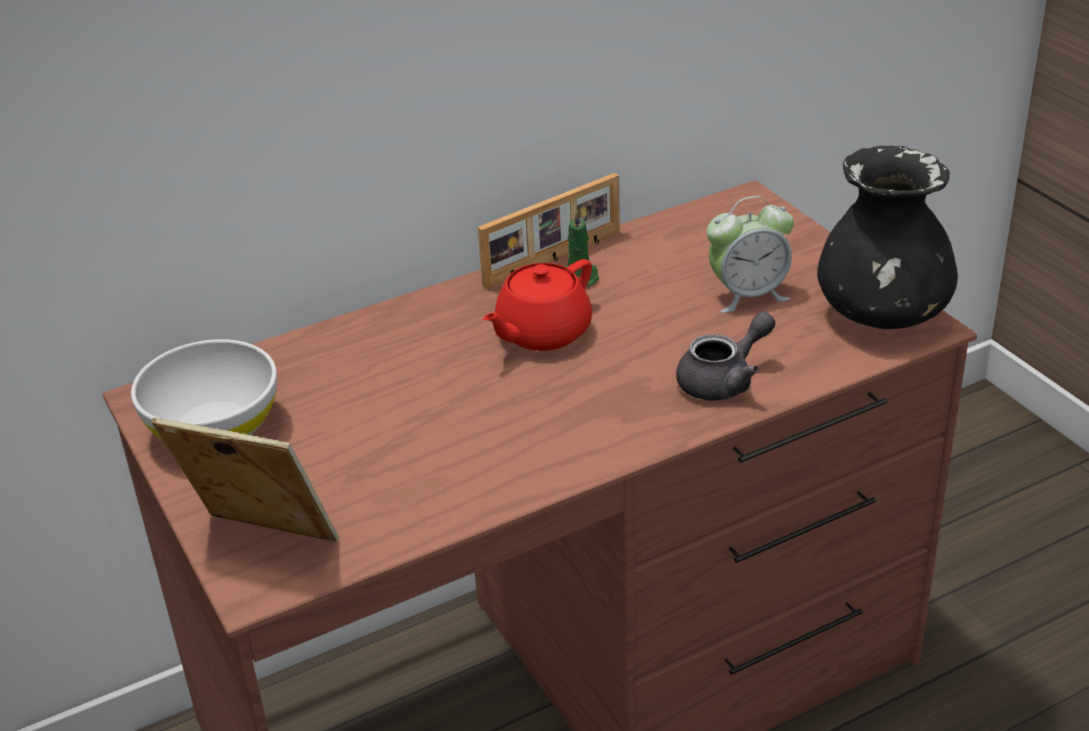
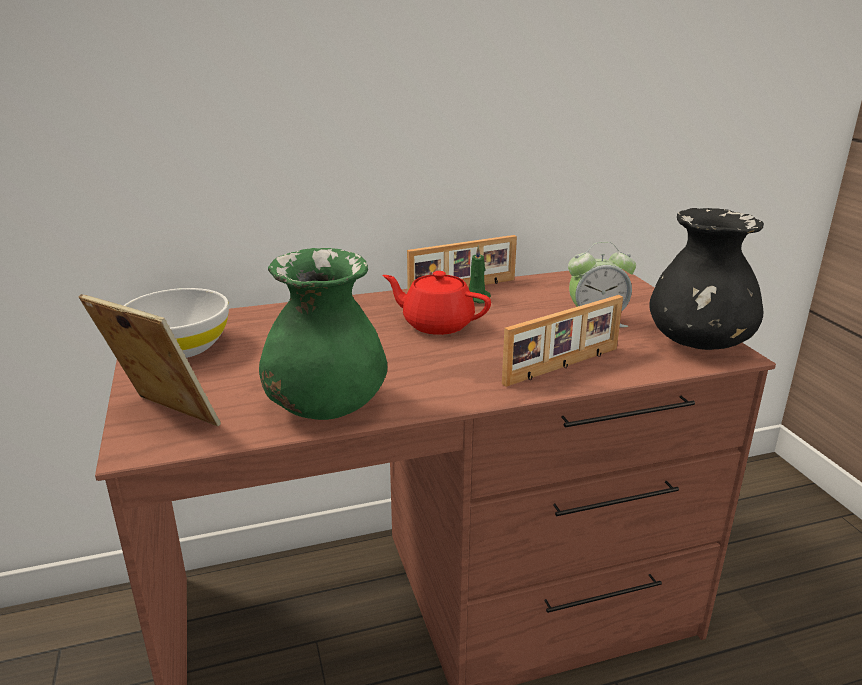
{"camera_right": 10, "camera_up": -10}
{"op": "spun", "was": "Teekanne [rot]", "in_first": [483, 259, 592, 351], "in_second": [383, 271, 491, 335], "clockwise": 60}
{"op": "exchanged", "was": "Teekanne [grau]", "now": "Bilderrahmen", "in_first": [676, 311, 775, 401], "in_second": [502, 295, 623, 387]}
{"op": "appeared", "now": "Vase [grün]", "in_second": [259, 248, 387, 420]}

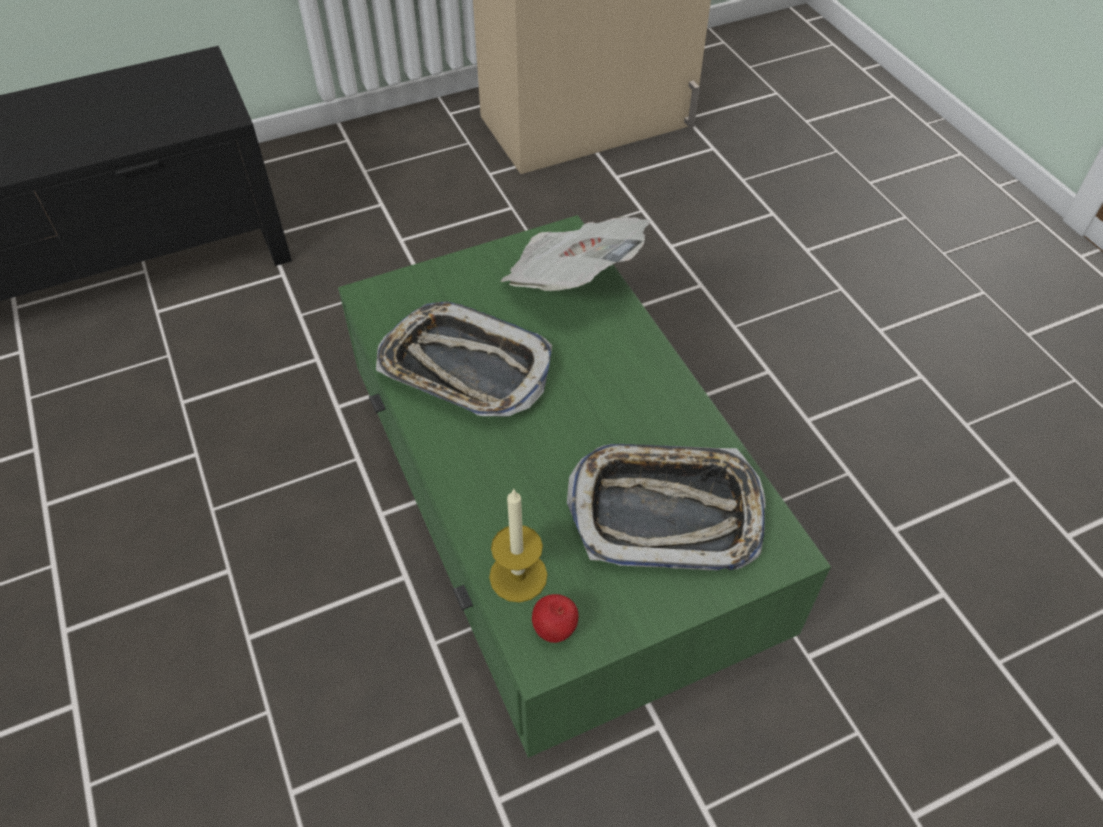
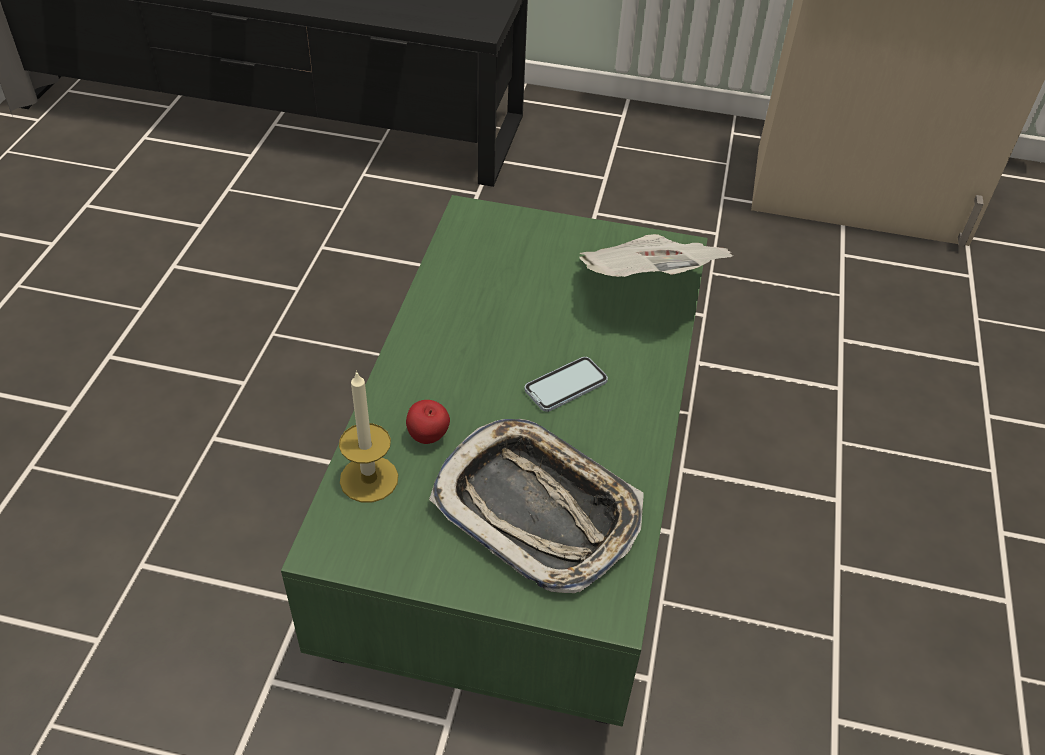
{"camera_right": 35, "camera_up": -5}
{"op": "missing", "was": "Tablett", "in_first": [376, 301, 552, 416]}
{"op": "relocated", "was": "Apfel", "in_first": [532, 594, 578, 643], "in_second": [406, 400, 450, 444]}
{"op": "appeared", "now": "Handy", "in_second": [524, 357, 608, 412]}

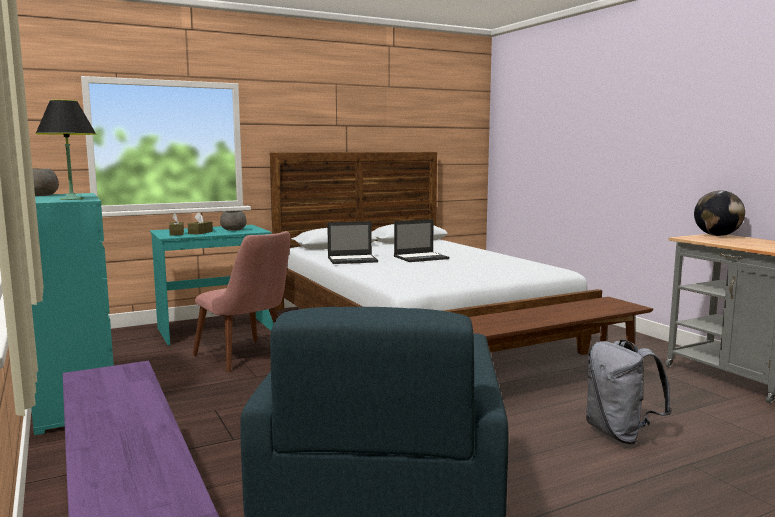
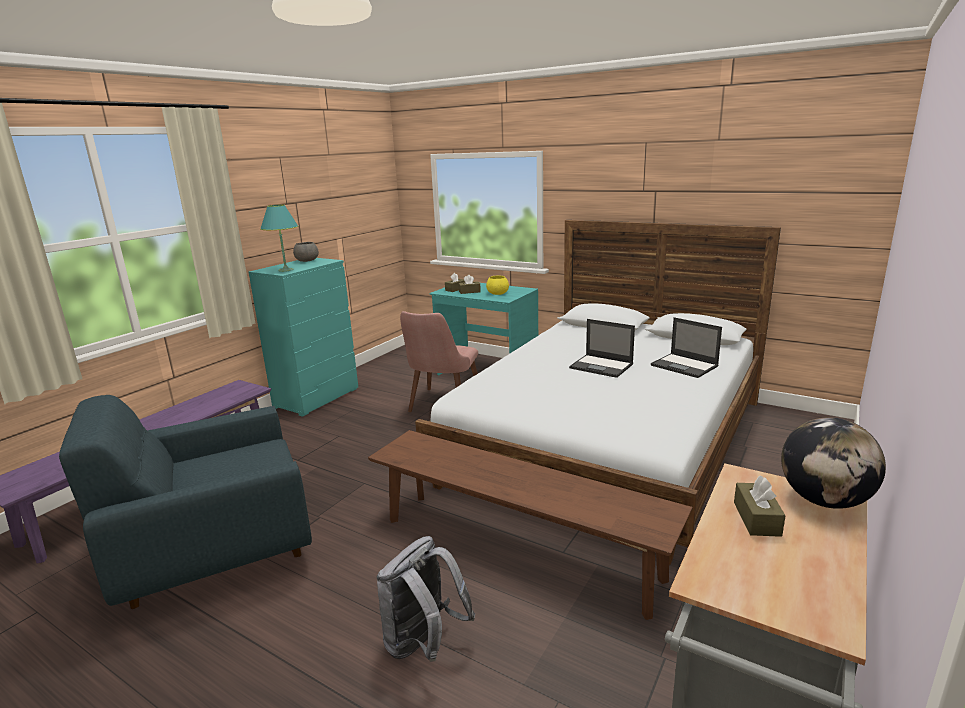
{"camera_right": 60, "camera_up": 10}
{"op": "colour", "was": "Tischlampe [schwarz]", "now": "Tischlampe [türkis]", "in_first": [35, 100, 97, 200], "in_second": [260, 204, 298, 272]}
{"op": "colour", "was": "Schüssel [grau]", "now": "Schüssel [gelb]", "in_first": [220, 211, 247, 231], "in_second": [486, 276, 509, 295]}
{"op": "relocated", "was": "Laptop", "in_first": [327, 221, 378, 264], "in_second": [651, 317, 722, 378]}
{"op": "appeared", "now": "Taschentuchbox [braun]", "in_second": [734, 475, 786, 537]}

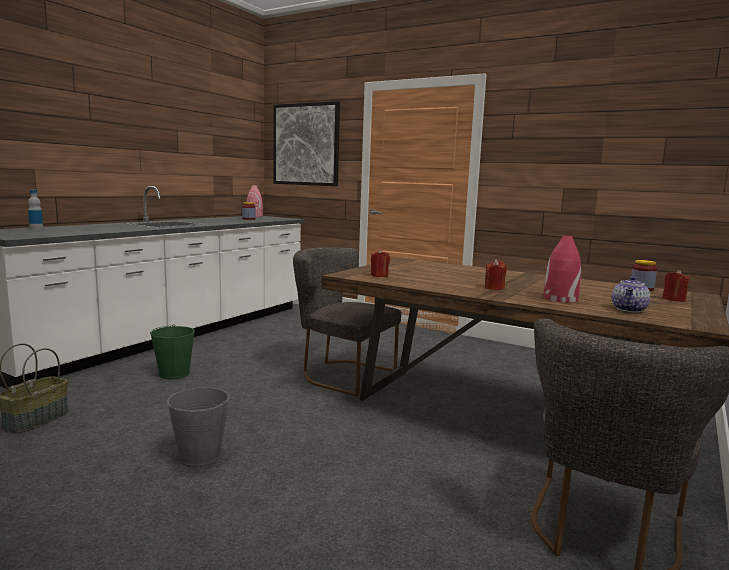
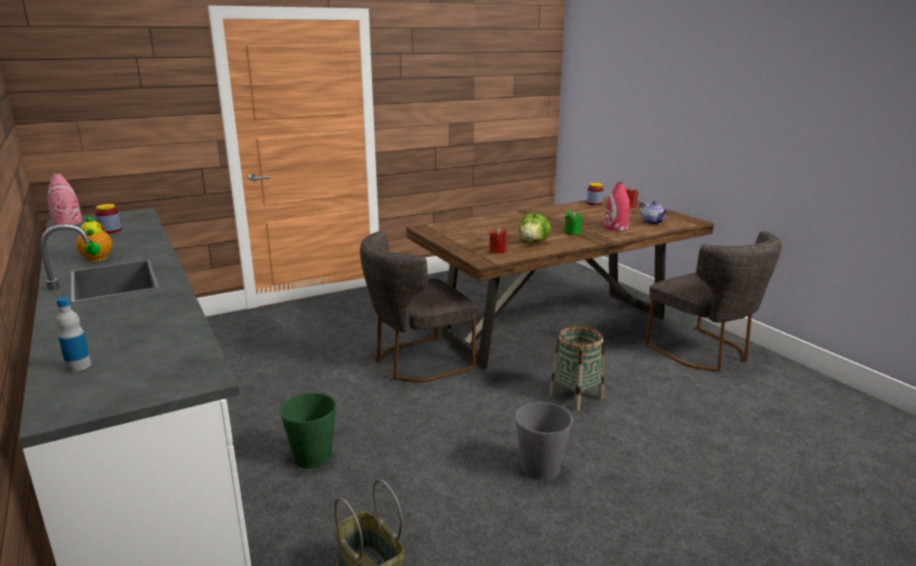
{"camera_right": -60, "camera_up": 10}
{"op": "missing", "was": "Bild", "in_first": [273, 101, 340, 186]}
{"op": "colour", "was": "Kerze [rot]", "now": "Kerze [grün]", "in_first": [485, 259, 507, 290], "in_second": [565, 211, 582, 235]}
{"op": "appeared", "now": "Salatkopf", "in_second": [519, 213, 551, 243]}
{"op": "appeared", "now": "Teekanne", "in_second": [76, 216, 112, 262]}
{"op": "appeared", "now": "Korb", "in_second": [549, 326, 604, 411]}

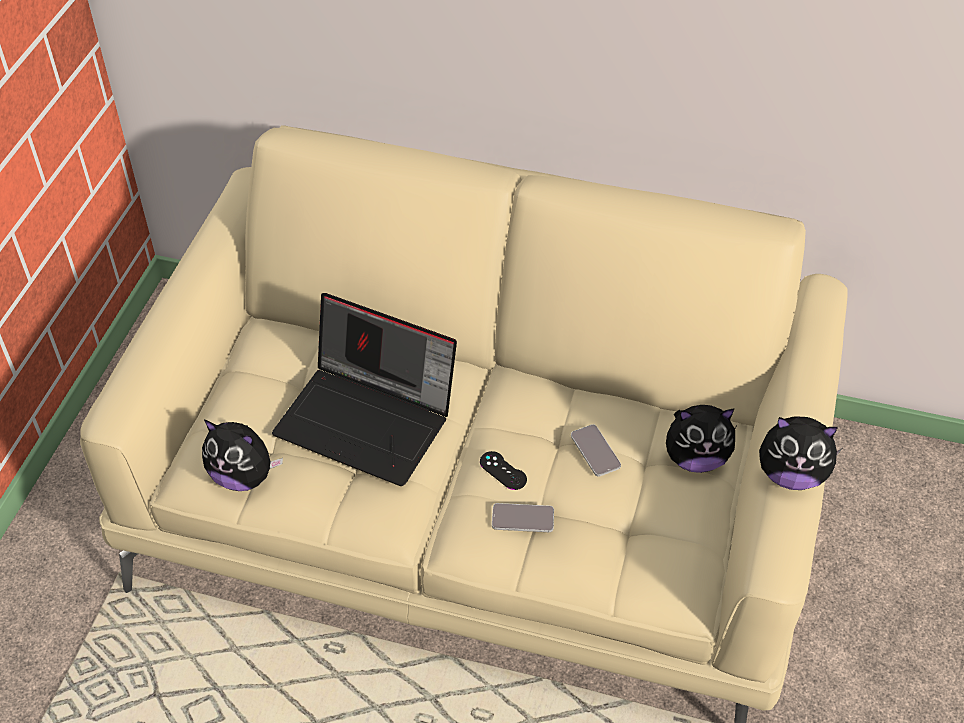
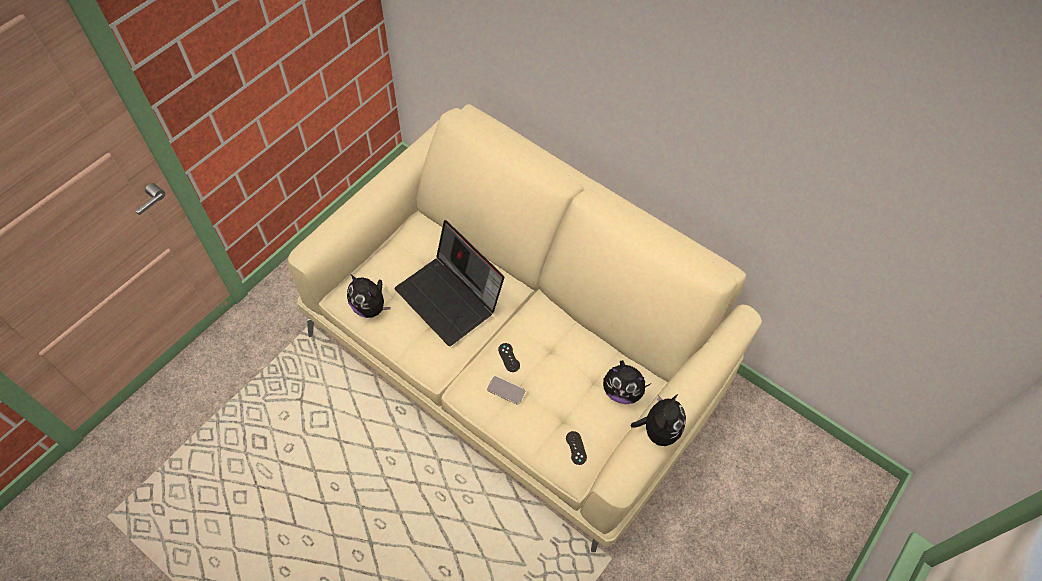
{"camera_right": 20, "camera_up": 10}
{"op": "spun", "was": "Plüschtier", "in_first": [759, 416, 842, 490], "in_second": [631, 394, 686, 446], "clockwise": -105}
{"op": "missing", "was": "Handy", "in_first": [571, 424, 621, 476]}
{"op": "appeared", "now": "Gamepad [schwarz]", "in_second": [566, 431, 587, 465]}

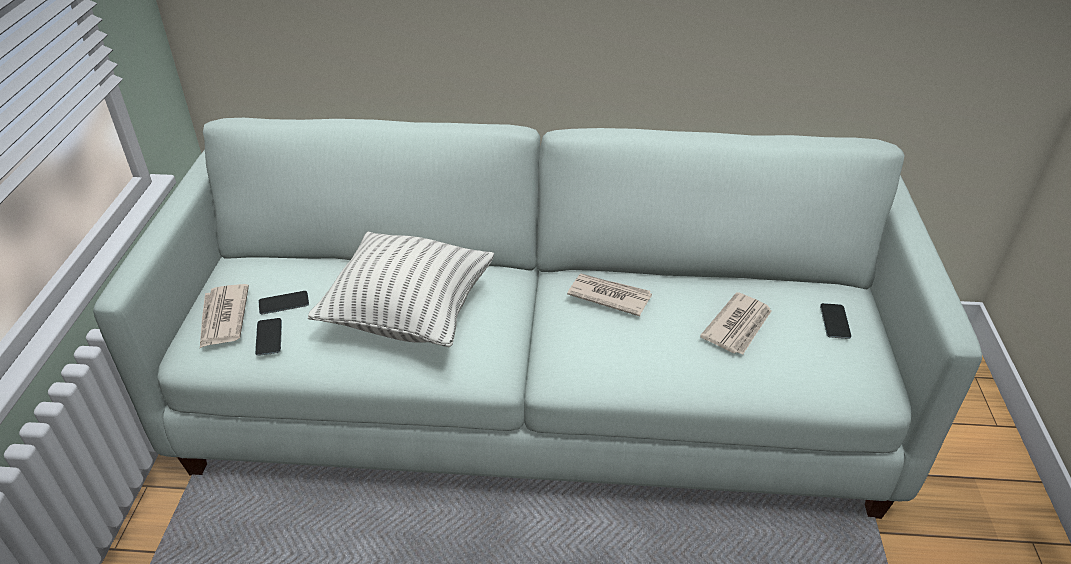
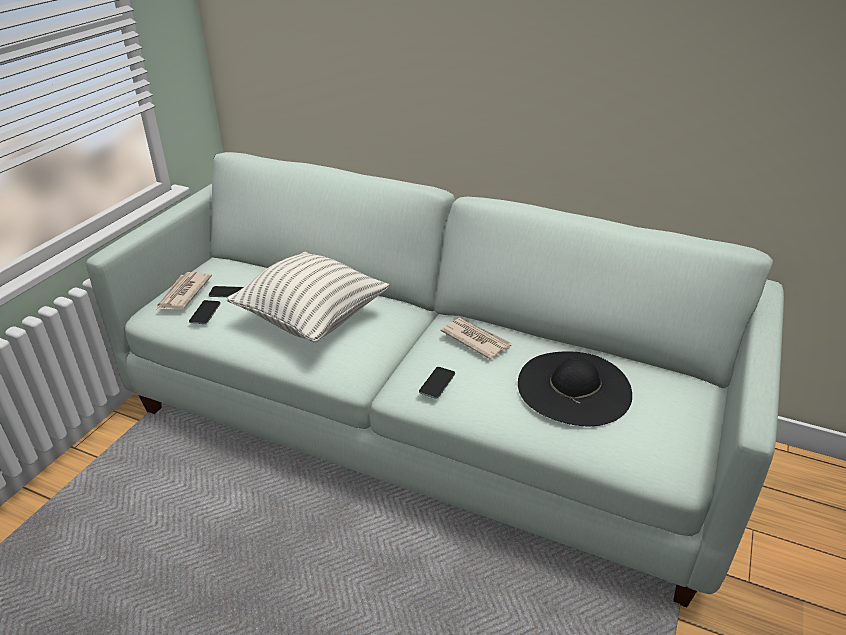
{"camera_right": 20, "camera_up": -5}
{"op": "exchanged", "was": "Zeitung", "now": "Hut [schwarz]", "in_first": [700, 292, 772, 355], "in_second": [518, 351, 632, 426]}
{"op": "relocated", "was": "Handy", "in_first": [820, 303, 852, 339], "in_second": [419, 367, 455, 399]}

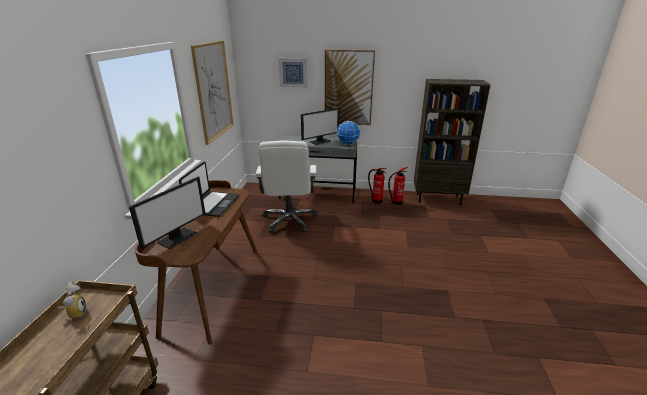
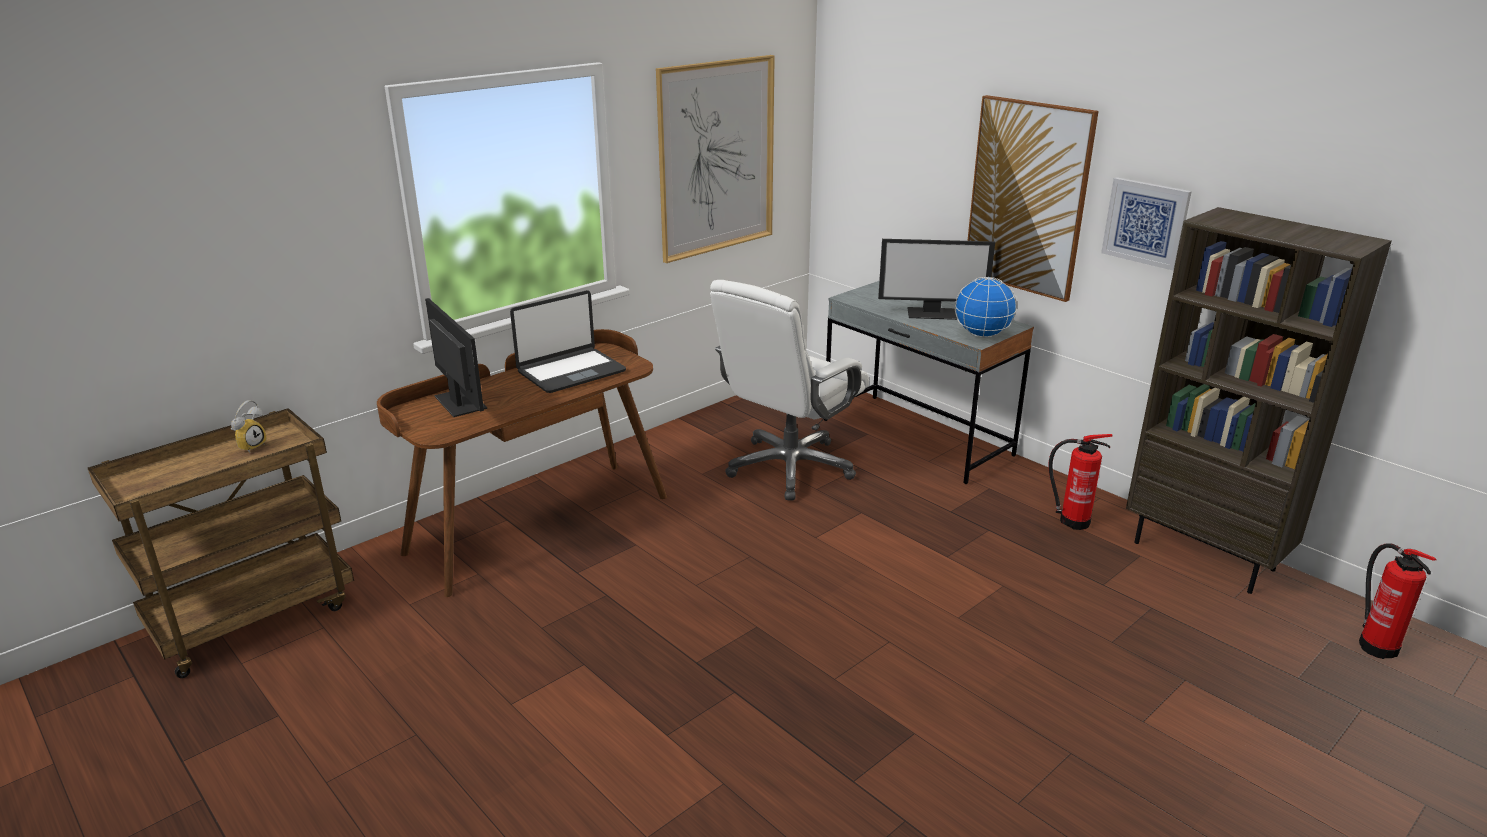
{"camera_right": 40, "camera_up": 0}
{"op": "relocated", "was": "Bild", "in_first": [279, 58, 307, 88], "in_second": [1101, 177, 1192, 270]}
{"op": "relocated", "was": "Feuerlöscher", "in_first": [368, 168, 387, 204], "in_second": [1359, 543, 1436, 659]}
{"op": "spun", "was": "Monitor", "in_first": [129, 177, 206, 249], "in_second": [425, 298, 487, 417], "clockwise": -105}

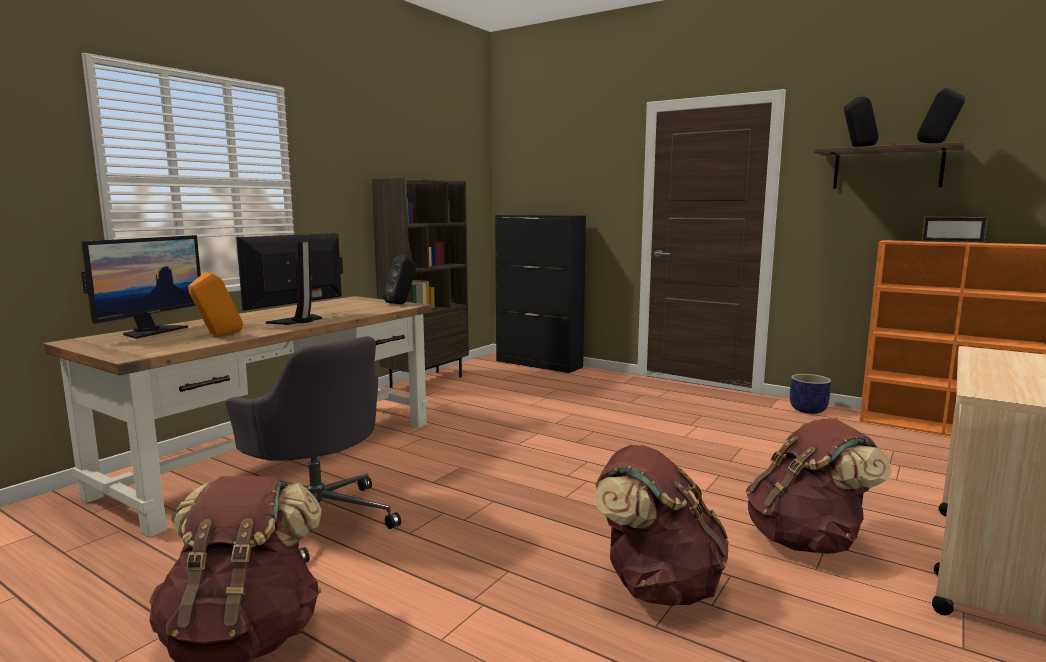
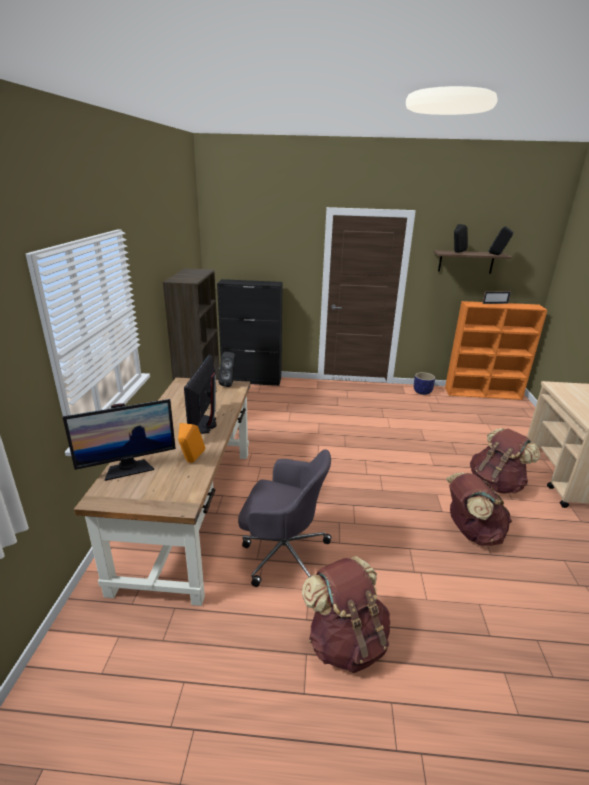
{"camera_right": -30, "camera_up": 15}
{"op": "spun", "was": "Monitor", "in_first": [81, 235, 201, 339], "in_second": [63, 399, 176, 481], "clockwise": 75}

